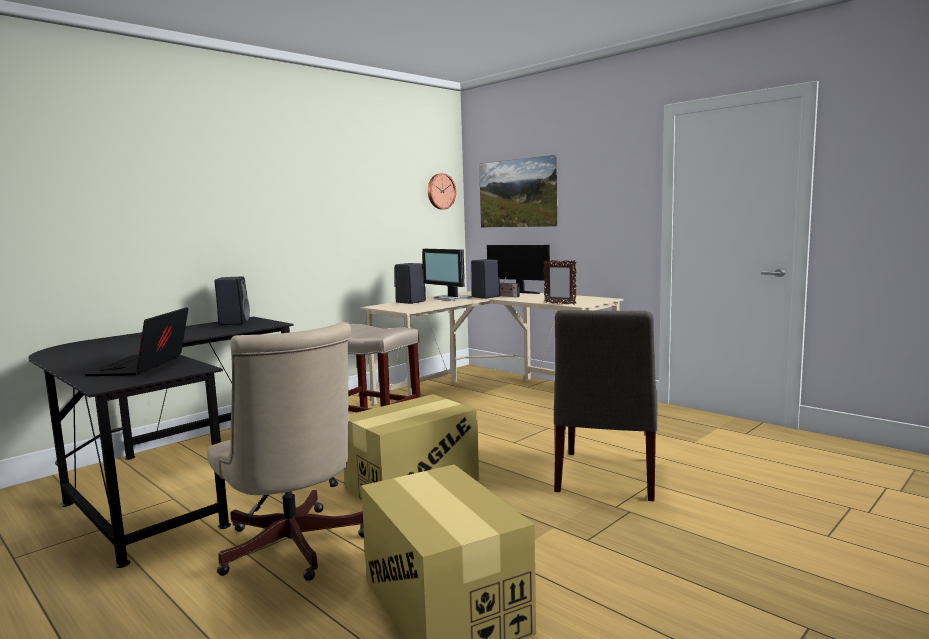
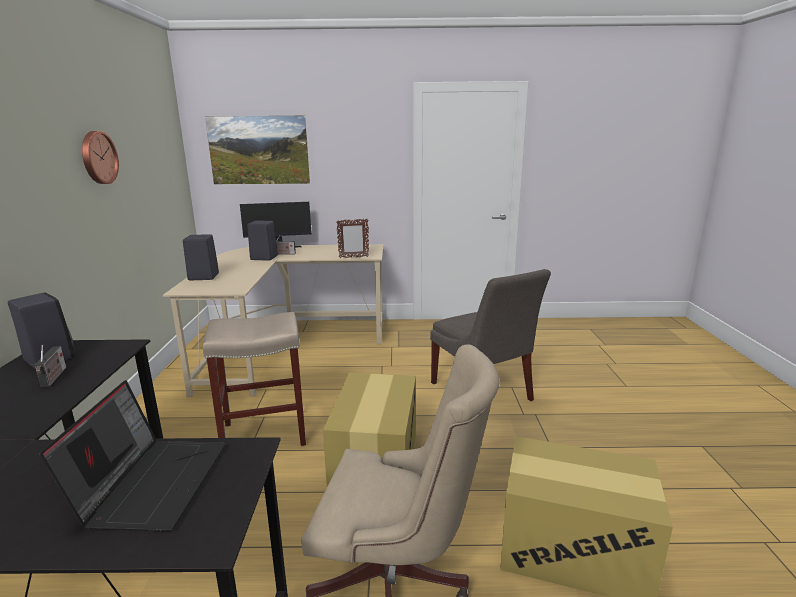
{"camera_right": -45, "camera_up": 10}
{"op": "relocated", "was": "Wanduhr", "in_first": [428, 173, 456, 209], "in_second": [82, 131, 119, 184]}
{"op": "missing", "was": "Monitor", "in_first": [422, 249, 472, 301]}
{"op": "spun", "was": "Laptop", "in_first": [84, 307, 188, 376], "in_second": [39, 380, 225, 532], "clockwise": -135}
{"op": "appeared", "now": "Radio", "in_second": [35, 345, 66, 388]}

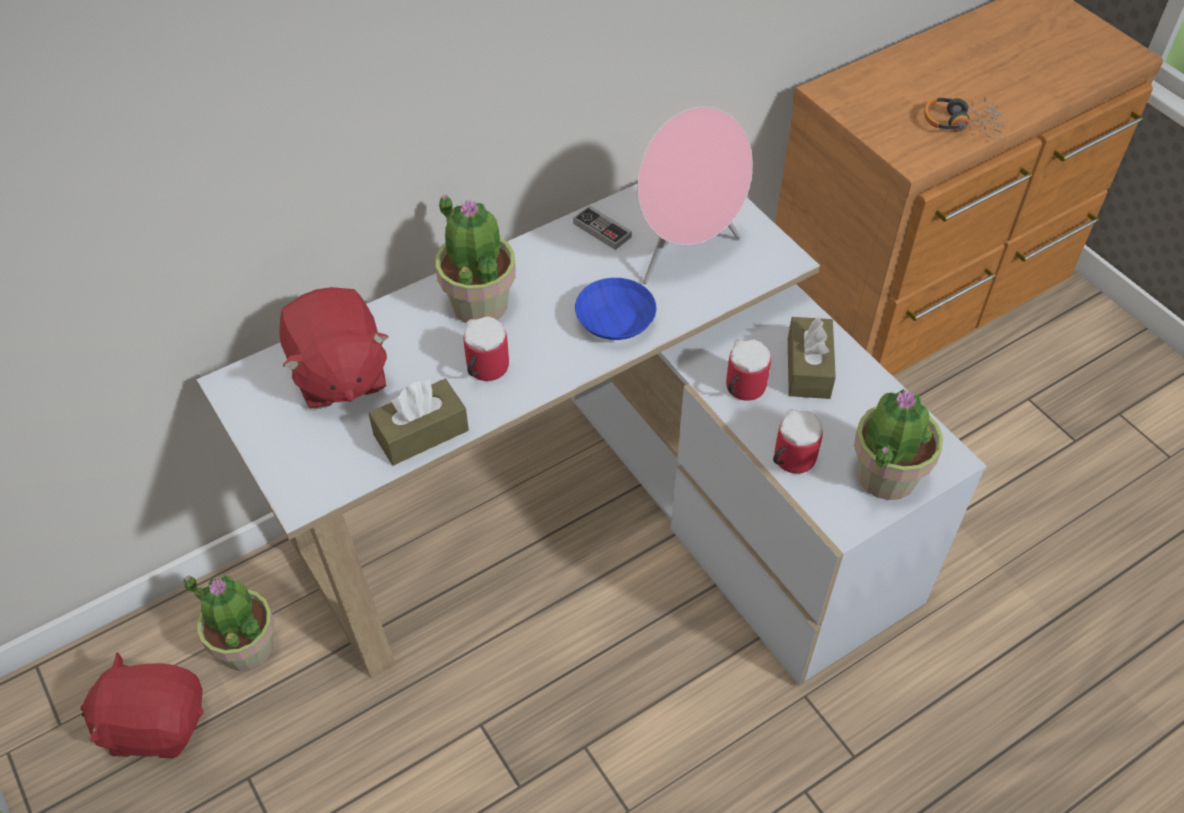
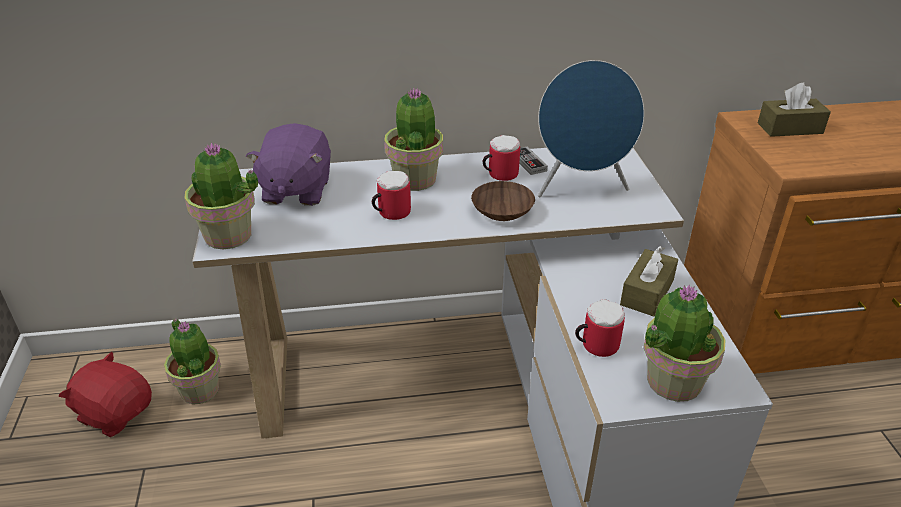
{"camera_right": 25, "camera_up": -15}
{"op": "missing", "was": "Kopfhörer", "in_first": [924, 96, 1005, 139]}
{"op": "colour", "was": "Lautsprecher [rosa]", "now": "Lautsprecher [blau]", "in_first": [637, 106, 753, 284], "in_second": [538, 60, 644, 197]}
{"op": "colour", "was": "Schüssel [blau]", "now": "Schüssel [braun]", "in_first": [575, 278, 657, 340], "in_second": [471, 181, 535, 221]}
{"op": "colour", "was": "Plüschtier [rot]", "now": "Plüschtier [lila]", "in_first": [279, 287, 389, 409], "in_second": [246, 123, 331, 206]}
{"op": "relocated", "was": "Henkelbecher", "in_first": [726, 339, 771, 401], "in_second": [483, 135, 520, 181]}
{"op": "relocated", "was": "Taschentuchbox [braun]", "in_first": [369, 379, 469, 466], "in_second": [758, 83, 831, 137]}
{"op": "appeared", "now": "Topfpflanze", "in_second": [184, 142, 258, 249]}

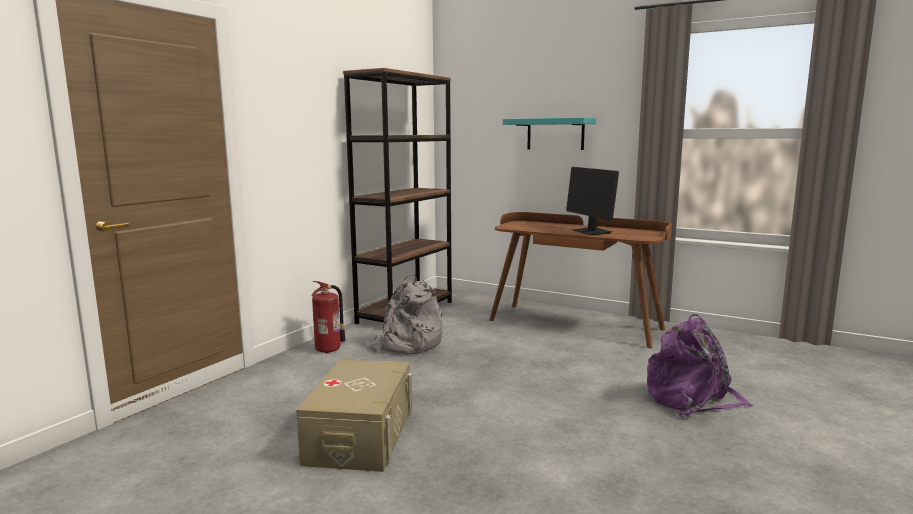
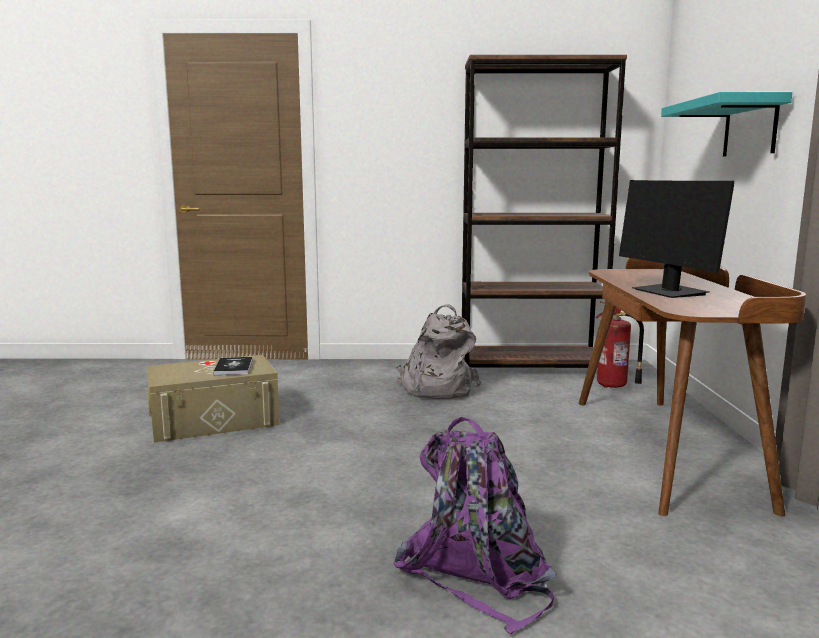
{"camera_right": 60, "camera_up": 0}
{"op": "spun", "was": "Monitor", "in_first": [566, 167, 619, 235], "in_second": [619, 180, 735, 298], "clockwise": -60}
{"op": "relocated", "was": "Feuerlöscher", "in_first": [312, 281, 346, 353], "in_second": [595, 301, 644, 388]}
{"op": "appeared", "now": "Buch", "in_second": [213, 357, 253, 375]}

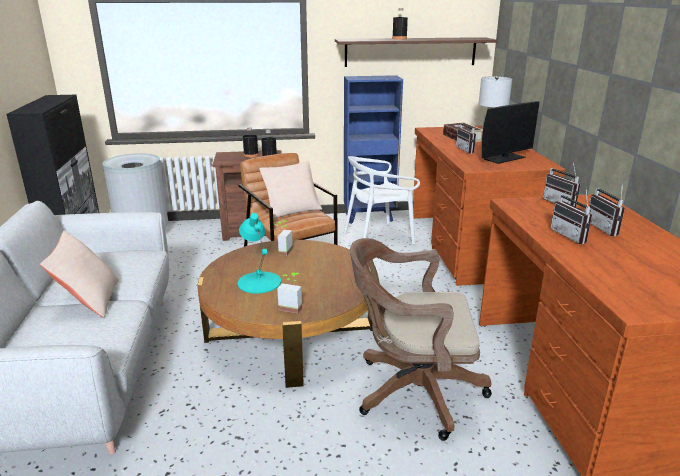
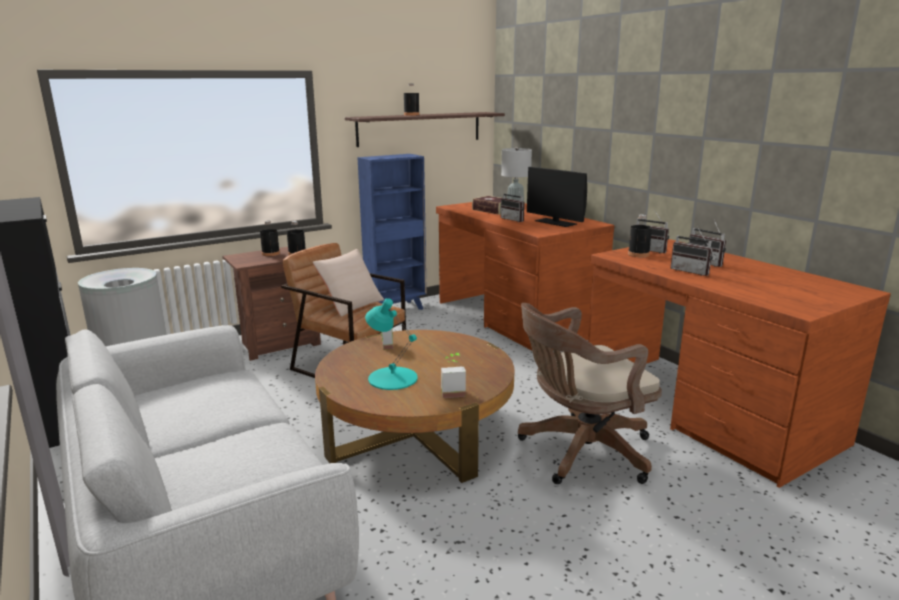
{"camera_right": -25, "camera_up": -5}
{"op": "spun", "was": "Monitor", "in_first": [482, 101, 539, 164], "in_second": [527, 167, 587, 227], "clockwise": 105}
{"op": "missing", "was": "Stuhl [weiß]", "in_first": [344, 156, 420, 245]}
{"op": "missing", "was": "Kissen [beige]", "in_first": [40, 231, 119, 318]}
{"op": "appeared", "now": "Flasche [schwarz]", "in_second": [628, 214, 652, 257]}

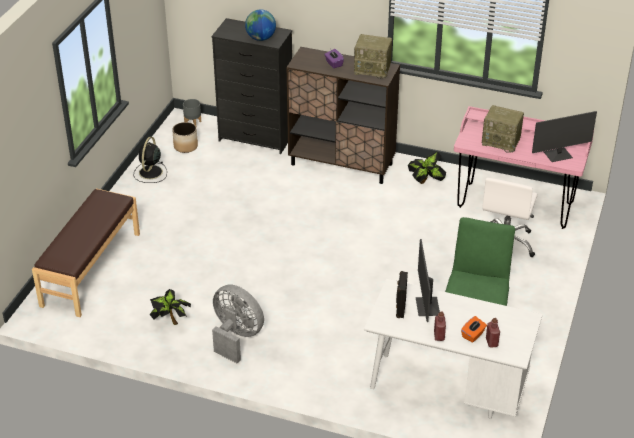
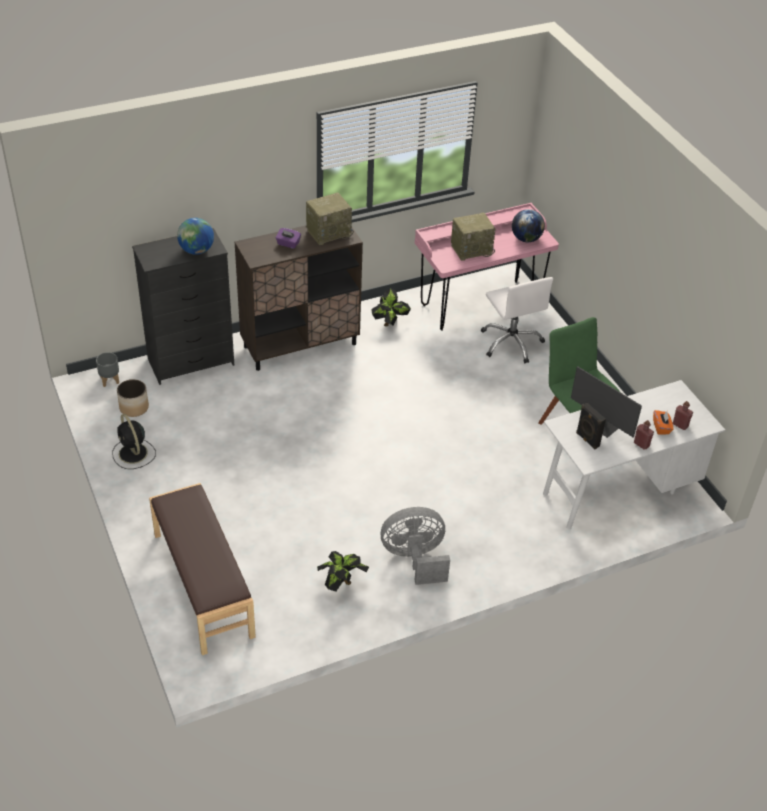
{"camera_right": -45, "camera_up": 5}
{"op": "exchanged", "was": "Monitor", "now": "Globus", "in_first": [532, 111, 597, 162], "in_second": [512, 209, 545, 242]}

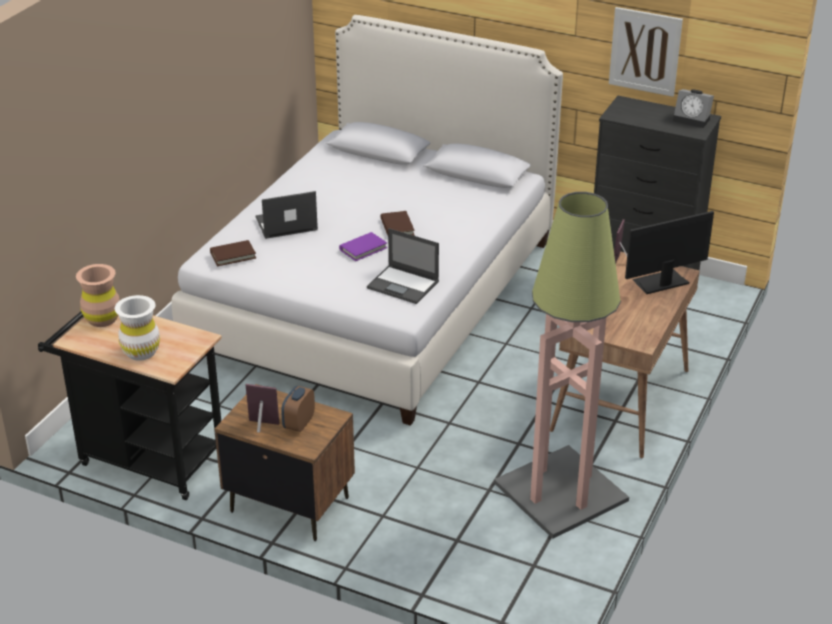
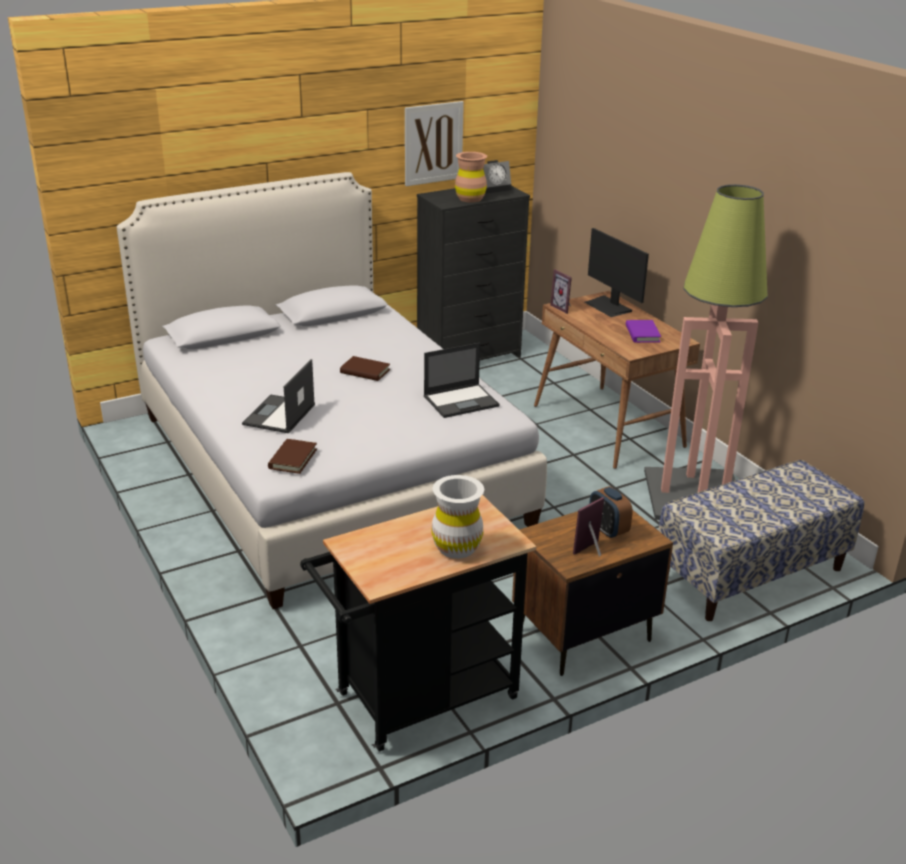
{"camera_right": -55, "camera_up": -5}
{"op": "spun", "was": "Monitor", "in_first": [625, 211, 714, 294], "in_second": [584, 228, 649, 317], "clockwise": -45}
{"op": "relocated", "was": "Buch [lila]", "in_first": [339, 232, 387, 261], "in_second": [626, 320, 661, 343]}
{"op": "relocated", "was": "Vase [braun]", "in_first": [76, 264, 120, 327], "in_second": [455, 152, 487, 203]}
{"op": "appeared", "now": "Bank", "in_second": [658, 460, 864, 621]}

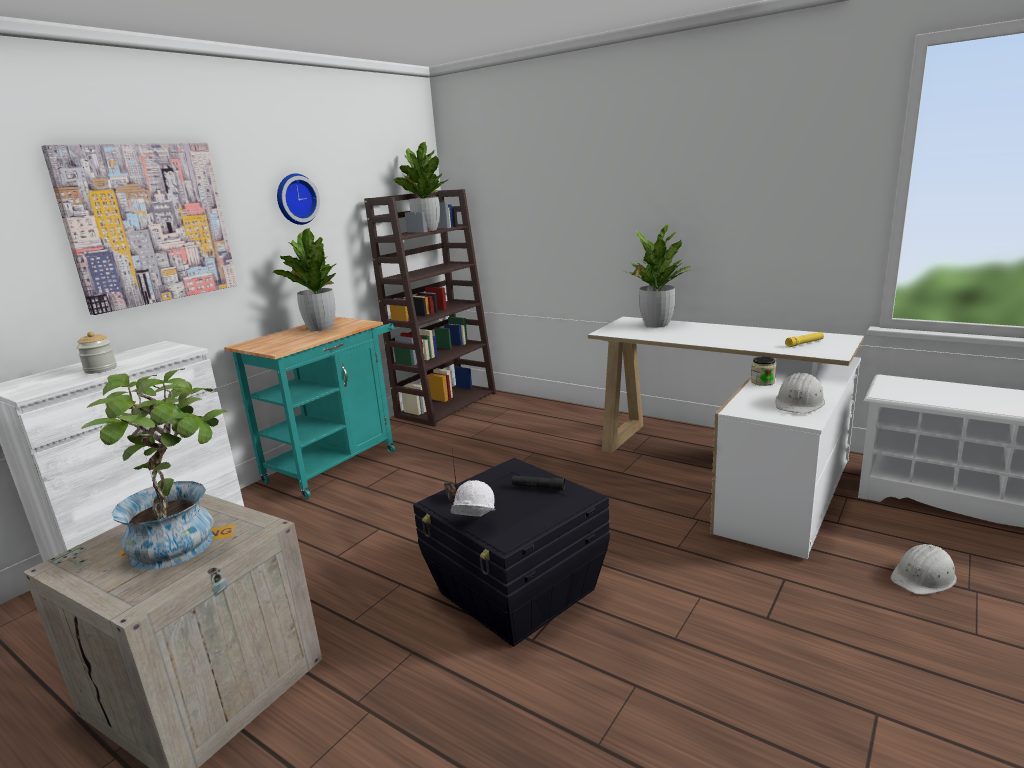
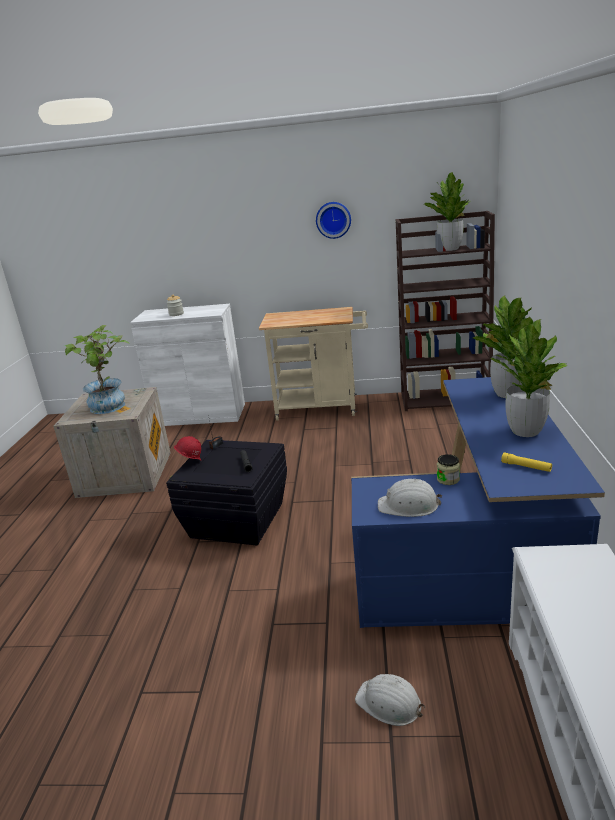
{"camera_right": 60, "camera_up": 5}
{"op": "missing", "was": "Bild", "in_first": [41, 143, 237, 315]}
{"op": "relocated", "was": "Topfpflanze", "in_first": [273, 228, 336, 331], "in_second": [490, 319, 568, 437]}
{"op": "colour", "was": "Rollwagen [türkis]", "now": "Rollwagen [beige]", "in_first": [224, 317, 396, 499], "in_second": [259, 307, 368, 421]}
{"op": "colour", "was": "Schreibtisch [weiß]", "now": "Schreibtisch [blau]", "in_first": [588, 317, 864, 559], "in_second": [351, 377, 605, 628]}
{"op": "colour", "was": "Schutzhelm [weiß]", "now": "Schutzhelm [rot]", "in_first": [451, 480, 496, 517], "in_second": [174, 436, 201, 460]}

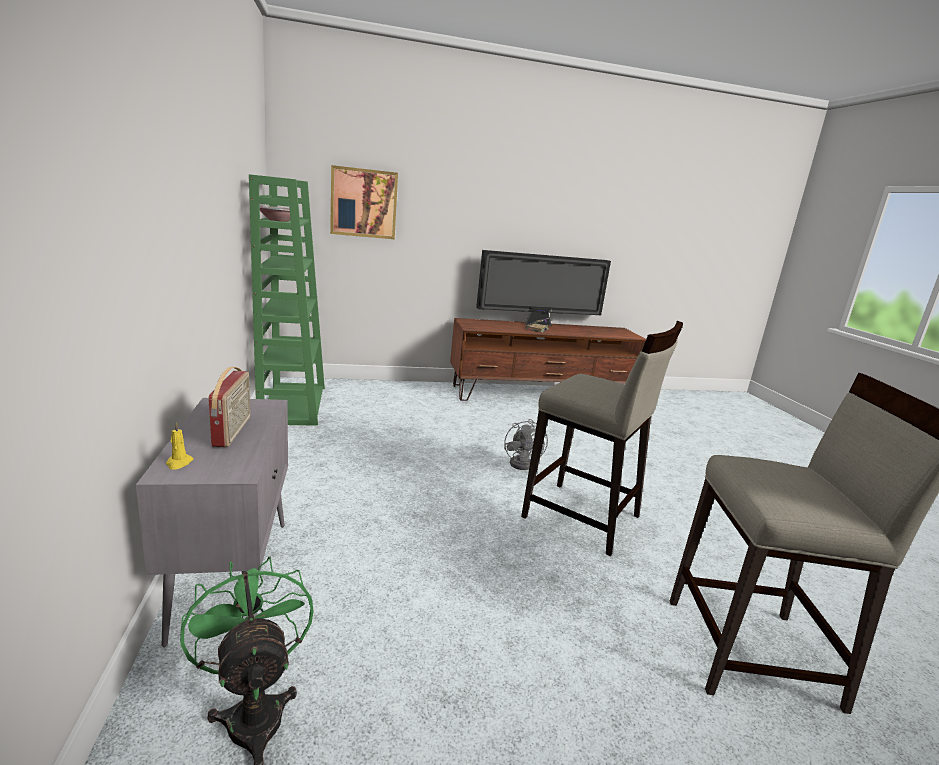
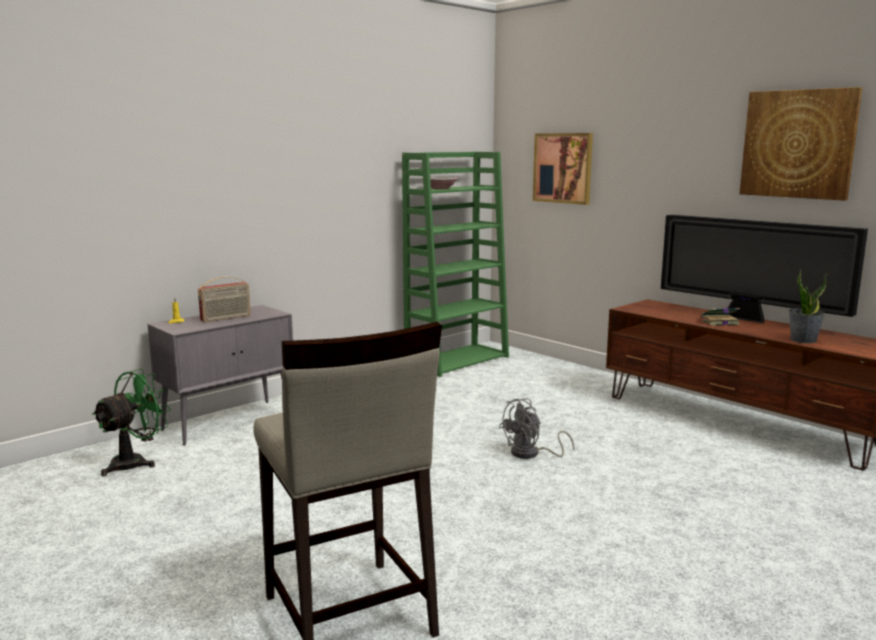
{"camera_right": 60, "camera_up": -5}
{"op": "missing", "was": "Hocker [beige]", "in_first": [521, 321, 683, 556]}
{"op": "appeared", "now": "Bild", "in_second": [739, 87, 863, 201]}
{"op": "appeared", "now": "Topfpflanze", "in_second": [789, 269, 827, 344]}

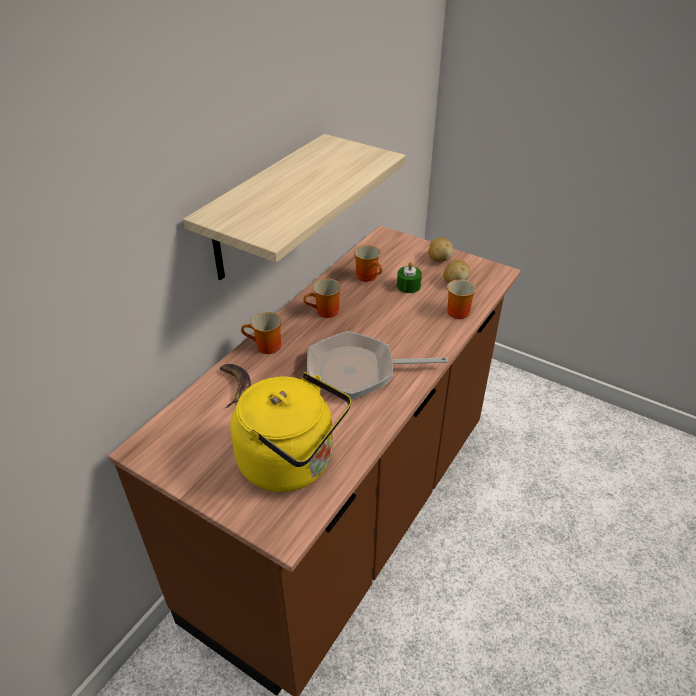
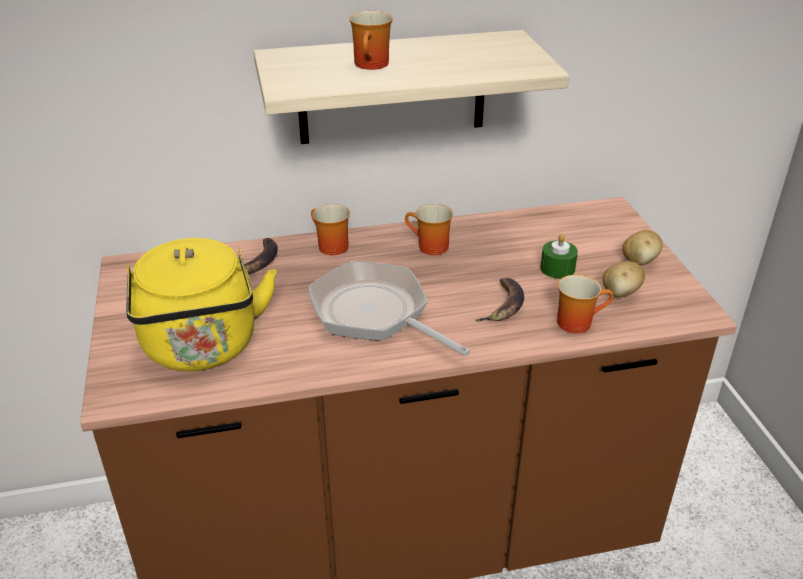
{"camera_right": 45, "camera_up": -5}
{"op": "relocated", "was": "Henkelbecher", "in_first": [354, 245, 382, 282], "in_second": [349, 11, 393, 70]}
{"op": "appeared", "now": "Banane", "in_second": [475, 278, 524, 322]}

